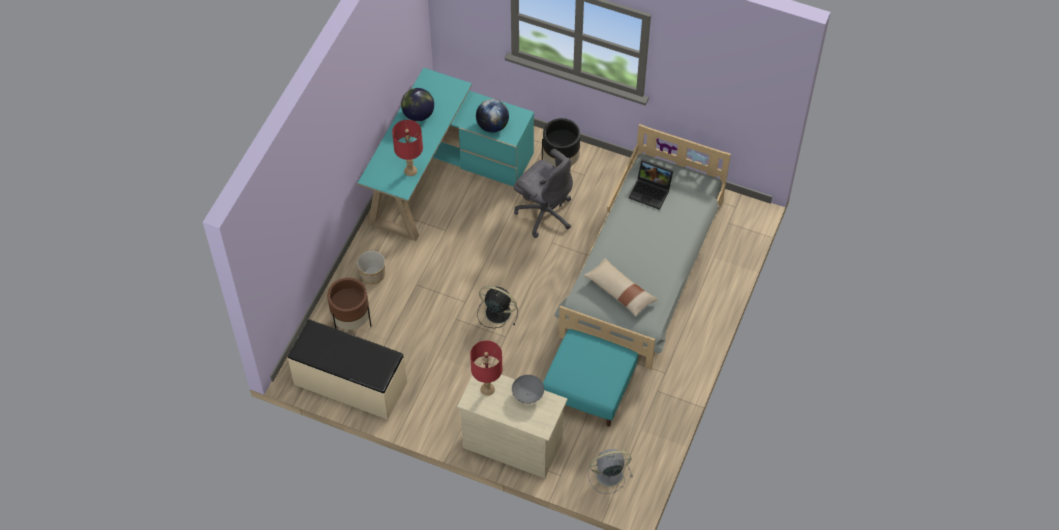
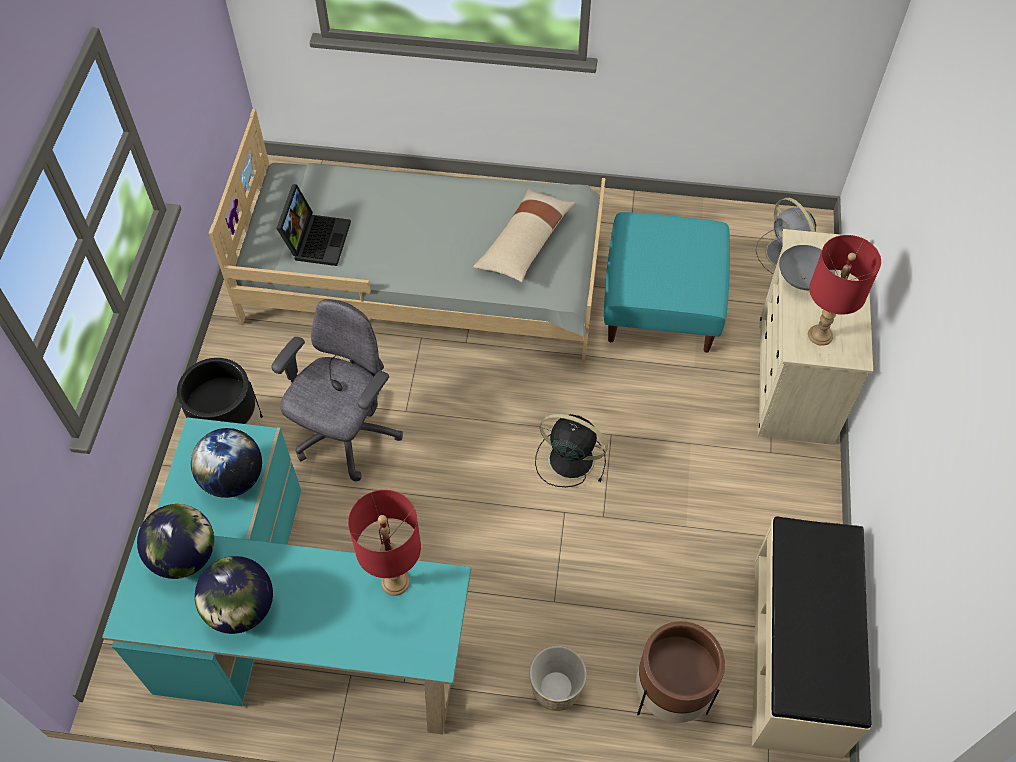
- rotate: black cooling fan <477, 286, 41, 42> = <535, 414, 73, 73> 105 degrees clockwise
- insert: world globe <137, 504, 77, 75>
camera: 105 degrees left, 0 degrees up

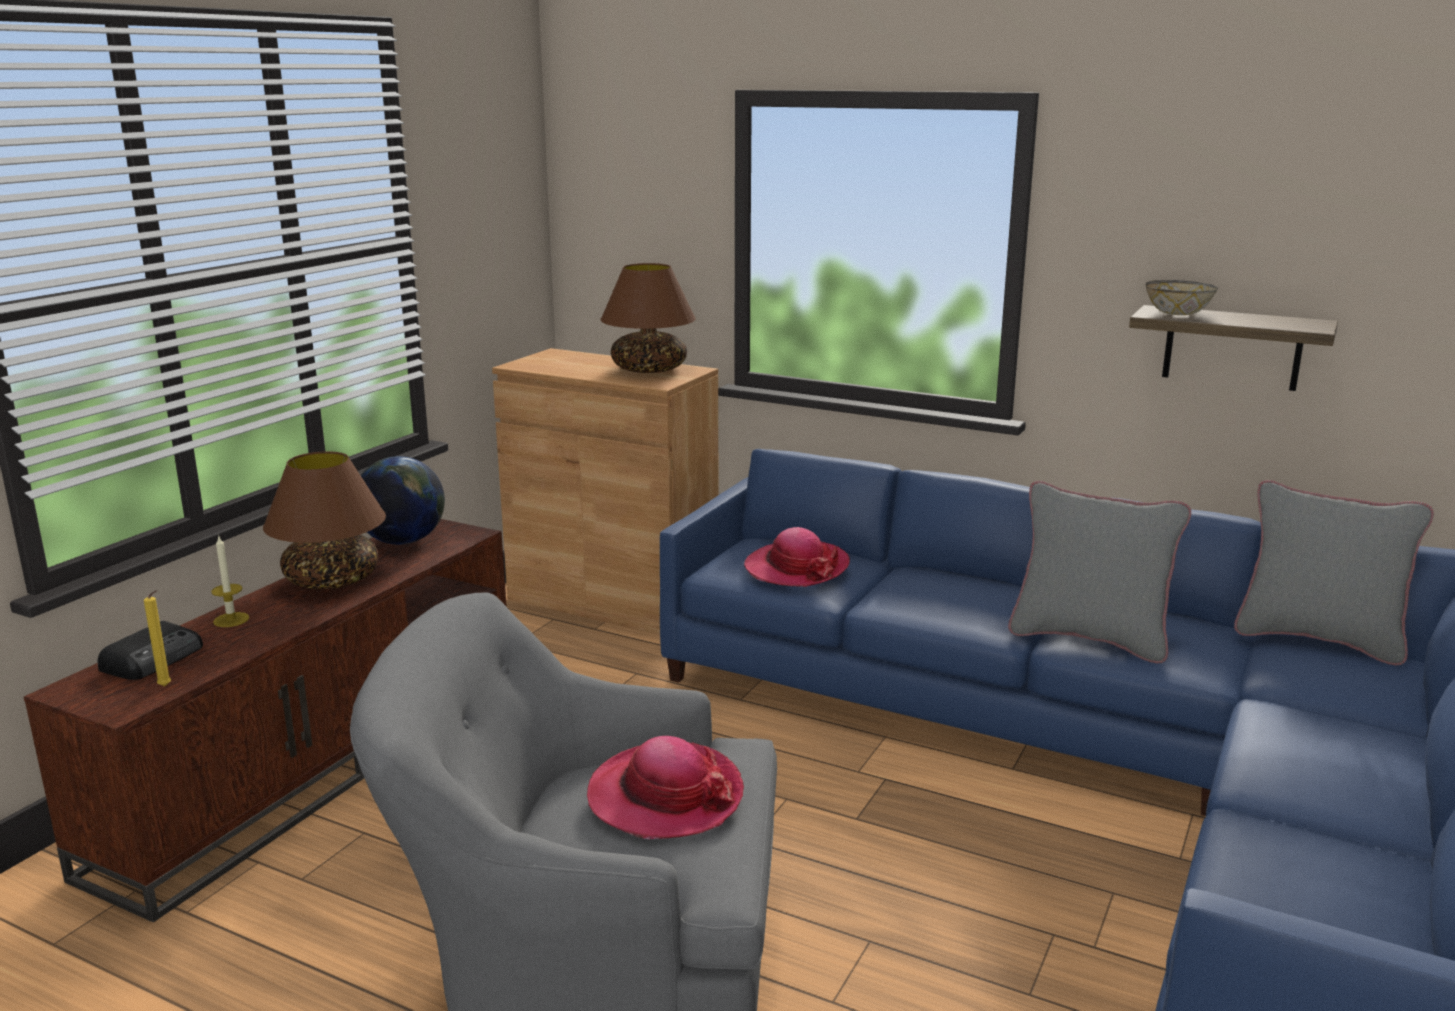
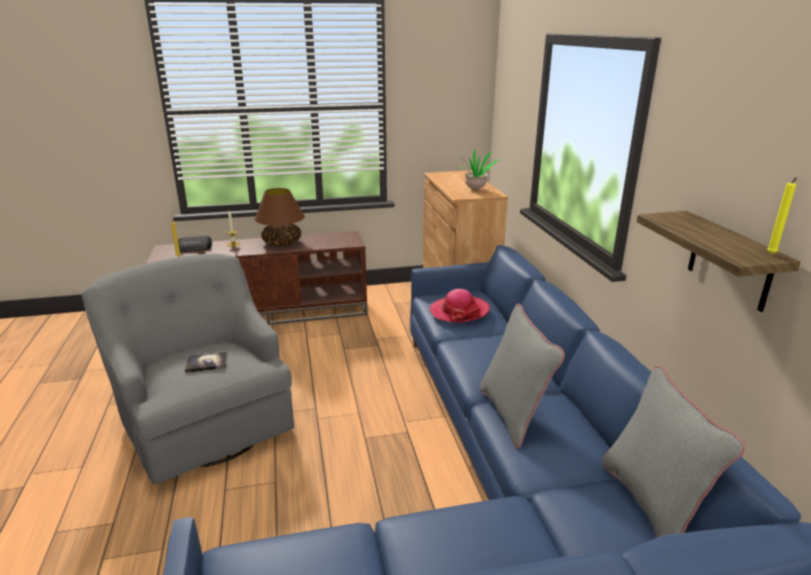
- delete: world globe <361, 456, 84, 89>
- replace: hat <587, 736, 157, 103> to volume <185, 351, 43, 22>
- replace: brown lamp for a table <601, 263, 95, 110> to plant in a pot <458, 149, 43, 41>
- delete: bowl <1146, 280, 72, 35>
- insert: yellowish wax light <767, 178, 30, 76>
camera: 50 degrees right, 5 degrees up

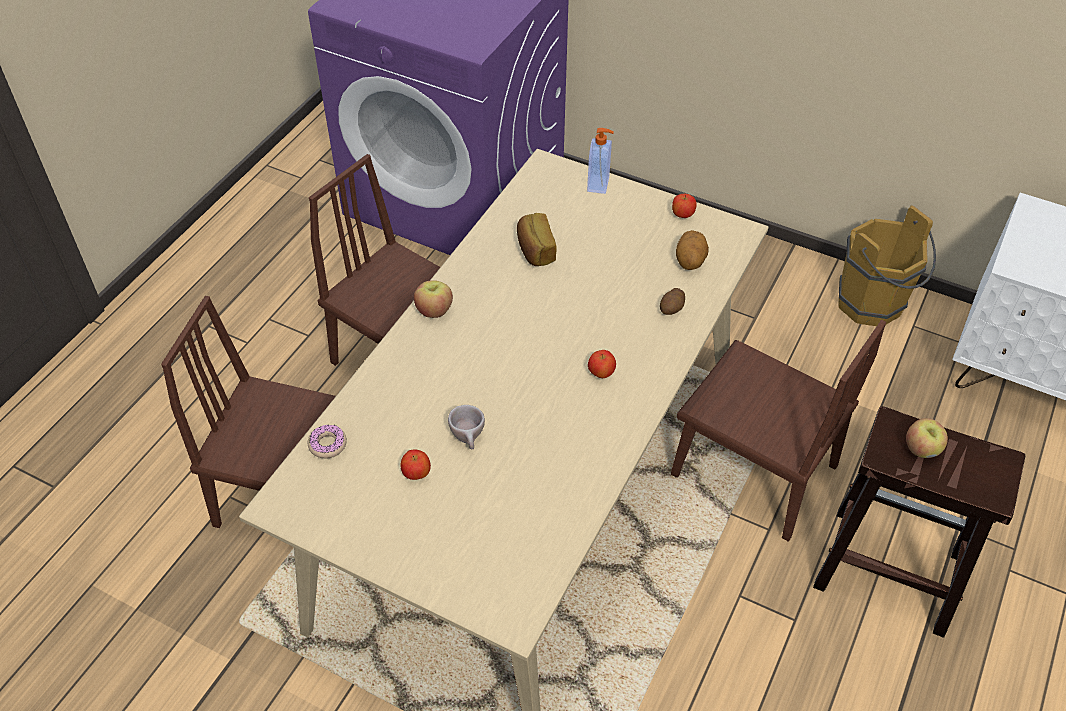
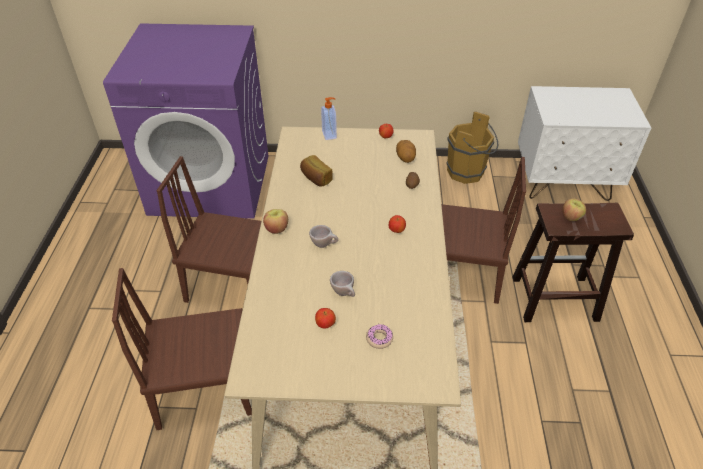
- move: doughnut <308, 425, 39, 33> to <366, 324, 27, 25>
- insert: sand-coloured drinking cup <309, 225, 29, 23>
camera: 25 degrees left, 5 degrees down

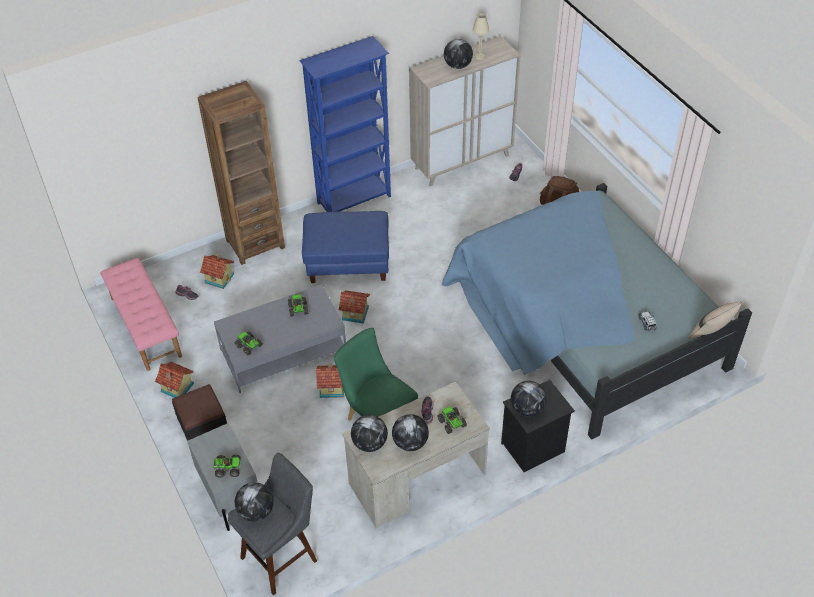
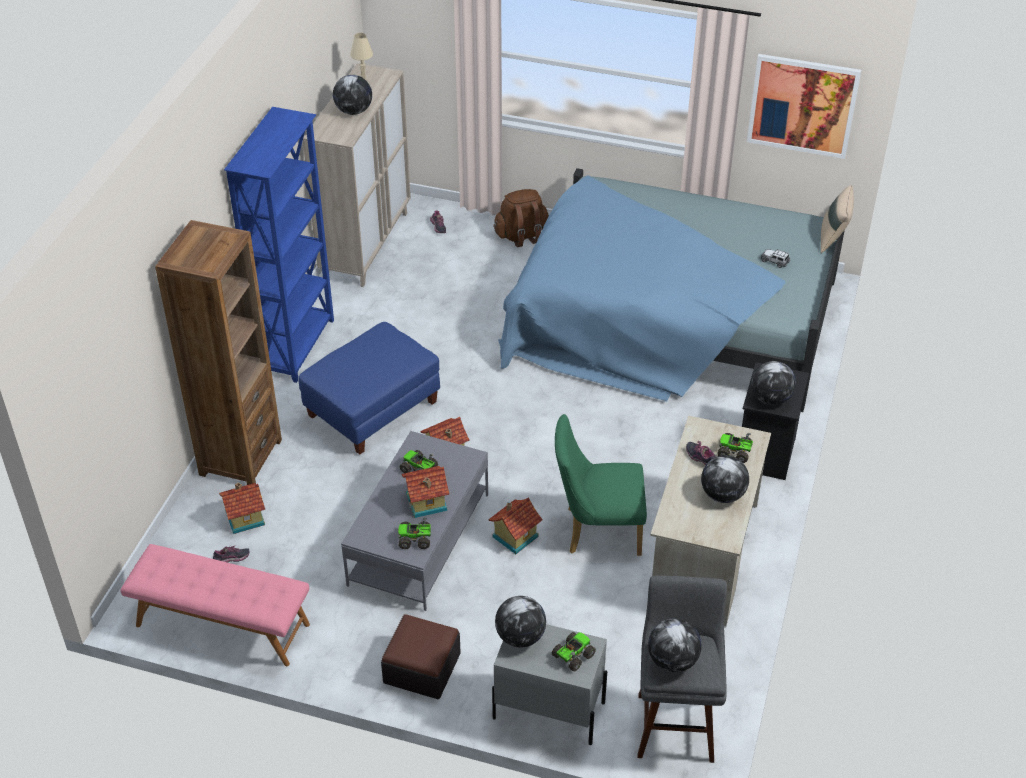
- move: model house <155, 362, 39, 36> to <402, 466, 47, 52>
- move: world globe <351, 415, 37, 37> to <495, 596, 51, 52>
- insert: picture <747, 54, 114, 105>
camera: 45 degrees left, 5 degrees down

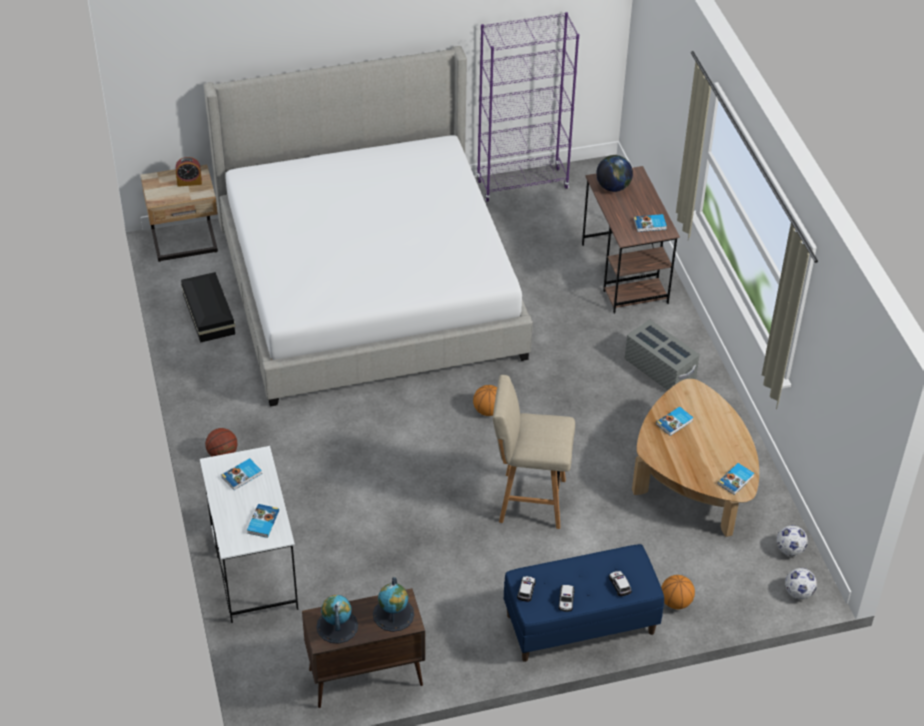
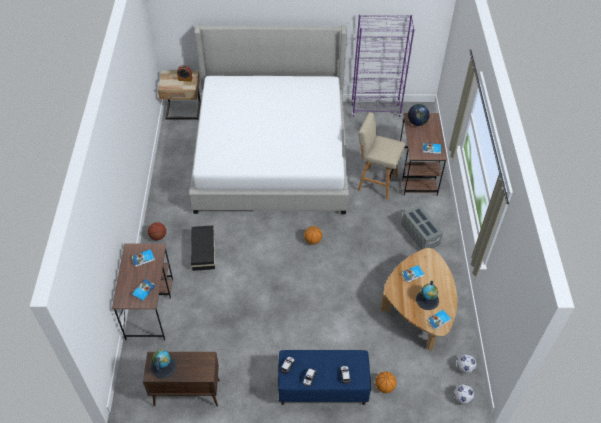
- move: black storage bin <181, 272, 54, 71> to <191, 225, 24, 46>
- recolor: white-coloured desk table <200, 446, 98, 177> to brown desk table <112, 243, 61, 98>
- move: world globe <373, 577, 41, 55> to <416, 281, 23, 29>
- move: sand-coloured sitting stool <493, 375, 82, 154> to <358, 112, 47, 88>
camera: 15 degrees right, 5 degrees up

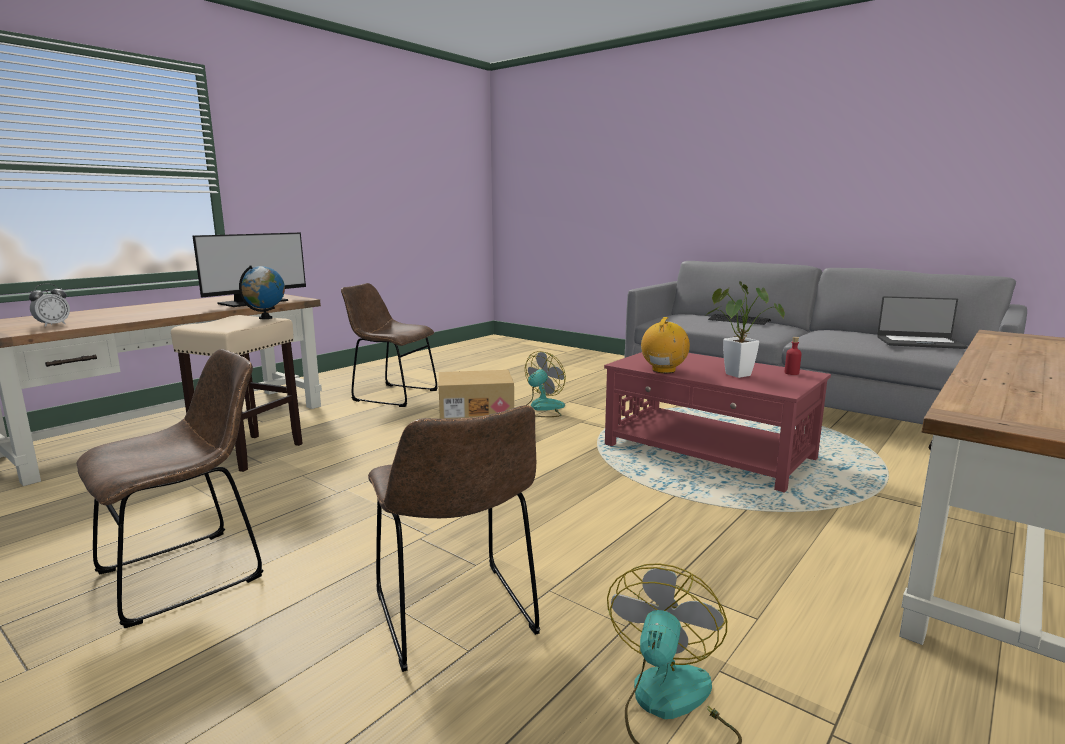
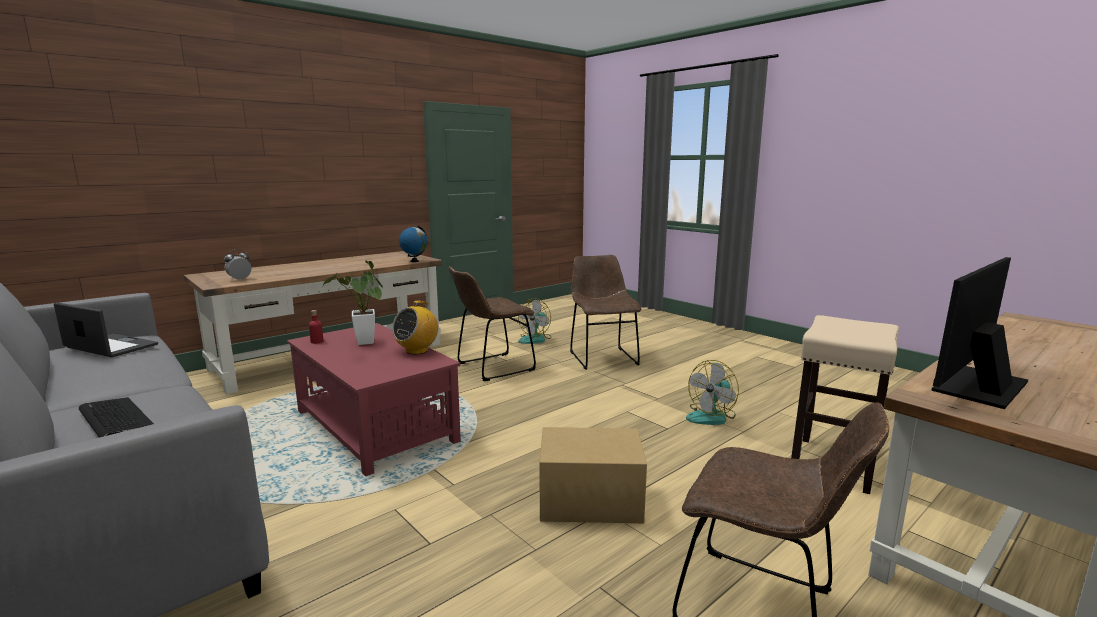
- move: alarm clock <29, 284, 41, 43> to <224, 249, 27, 31>
- move: brown plain chair <77, 349, 186, 279> to <448, 266, 88, 115>
- move: world globe <239, 265, 46, 54> to <399, 226, 29, 36>
- move: cooling fan <525, 351, 41, 66> to <686, 360, 53, 65>
camera: 170 degrees left, 0 degrees up

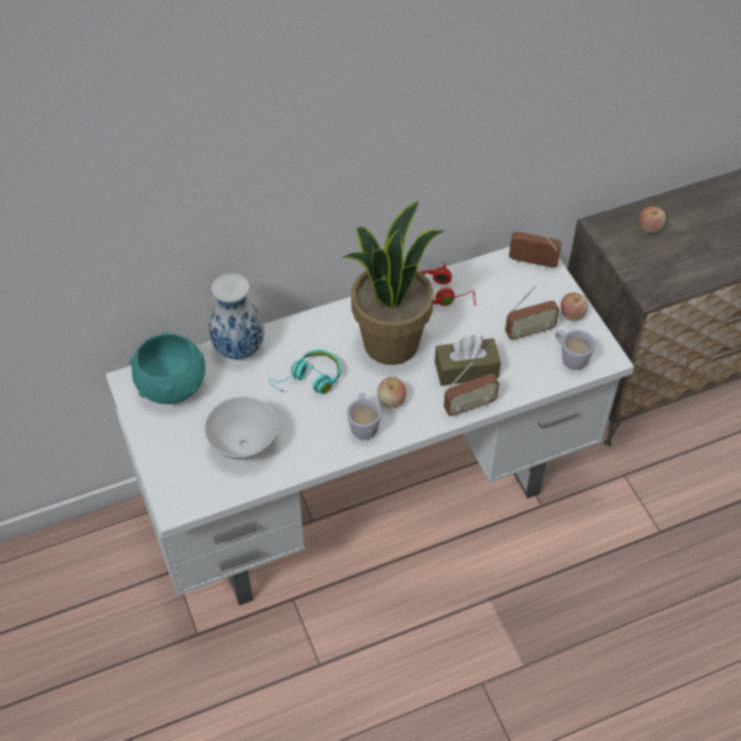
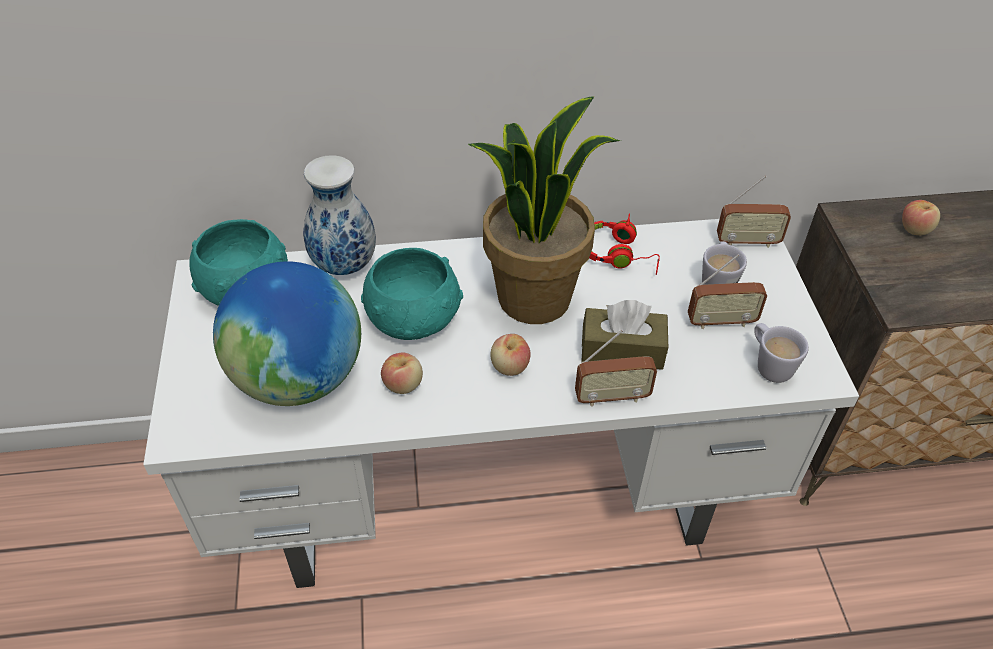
- replace: white-coloured bowl <204, 396, 74, 64> to world globe <213, 261, 148, 145>
- replace: turquoise-coloured headset <269, 350, 73, 44> to turquoise-coloured bowl <361, 248, 102, 92>
- move: white-coloured mug <347, 393, 35, 47> to <702, 241, 45, 44>
- rotate: radio set <509, 224, 53, 45> = <717, 175, 74, 73> 150 degrees clockwise
- move: apple <561, 292, 27, 29> to <381, 353, 42, 41>
camera: 15 degrees right, 5 degrees down

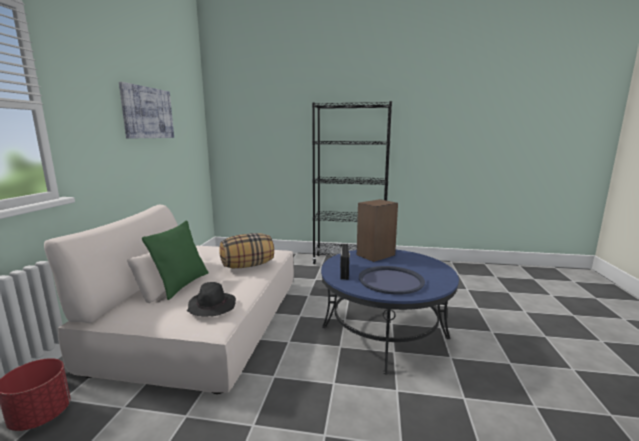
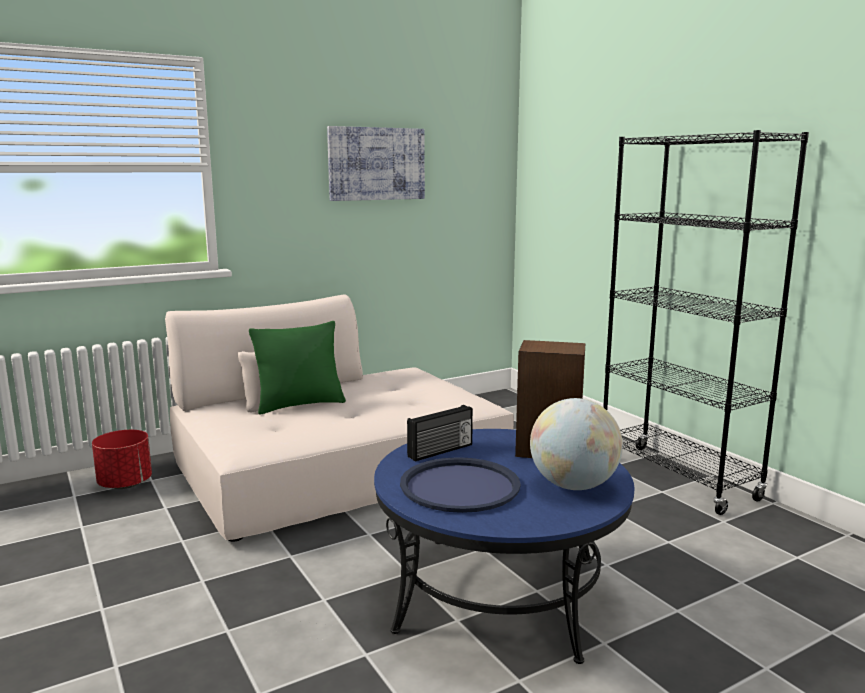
- delete: black hat <187, 282, 49, 34>
- delete: throw pillow <219, 233, 55, 35>
- insert: world globe <530, 398, 93, 92>
camera: 50 degrees right, 0 degrees up

